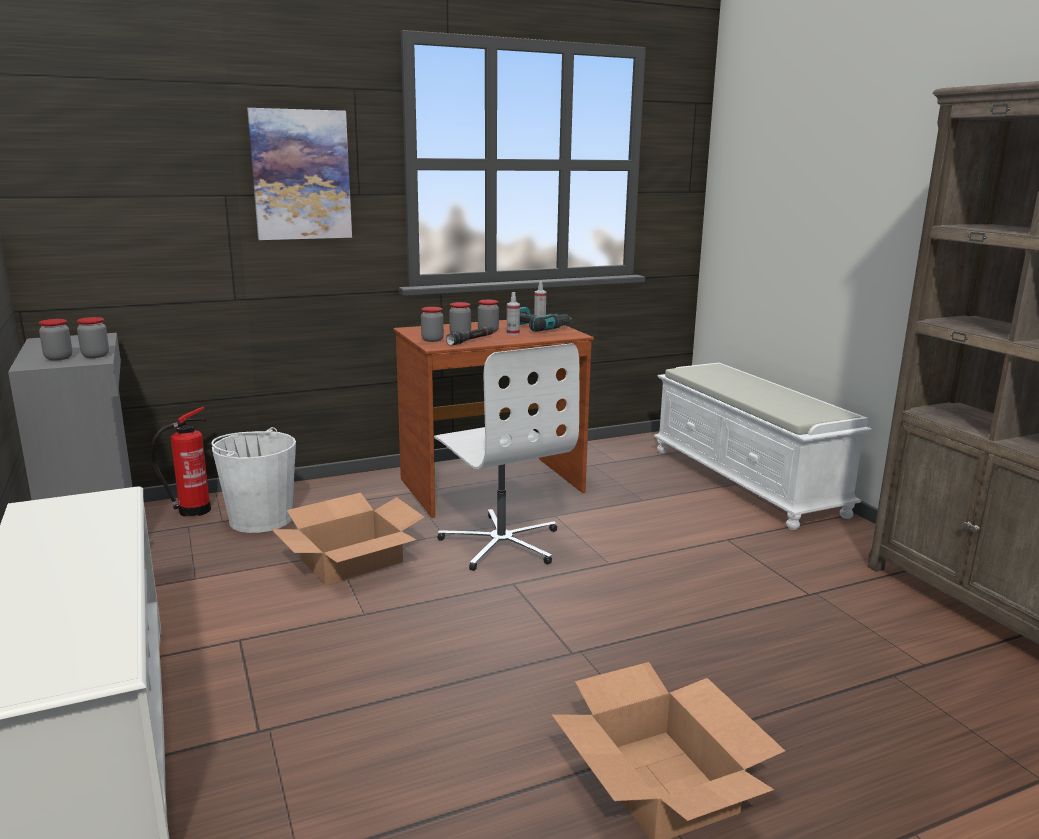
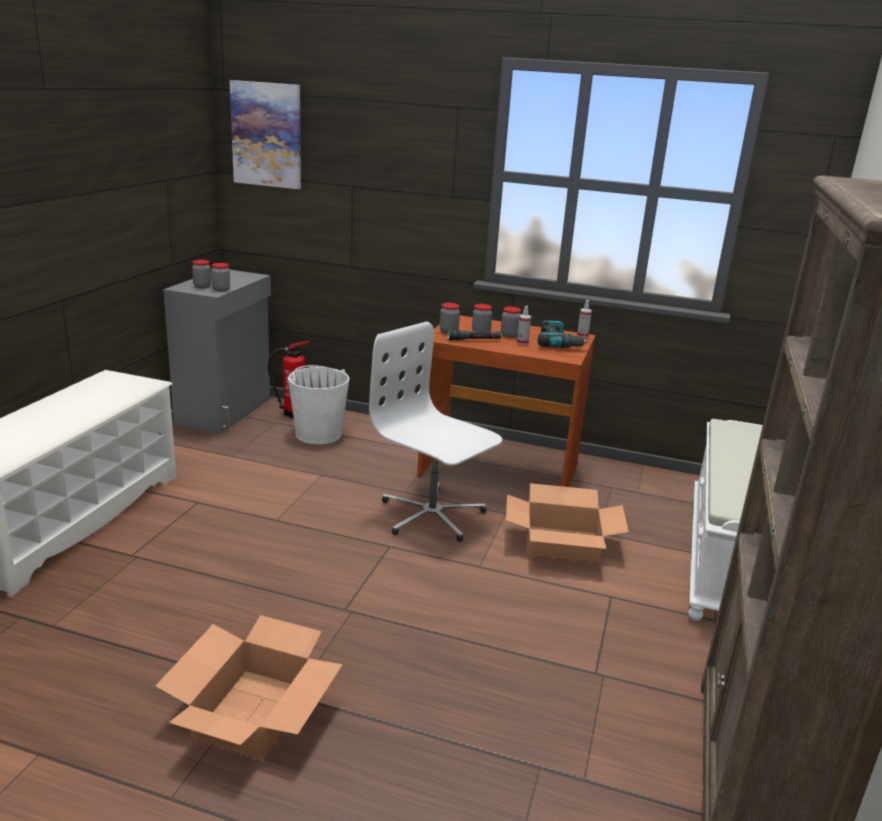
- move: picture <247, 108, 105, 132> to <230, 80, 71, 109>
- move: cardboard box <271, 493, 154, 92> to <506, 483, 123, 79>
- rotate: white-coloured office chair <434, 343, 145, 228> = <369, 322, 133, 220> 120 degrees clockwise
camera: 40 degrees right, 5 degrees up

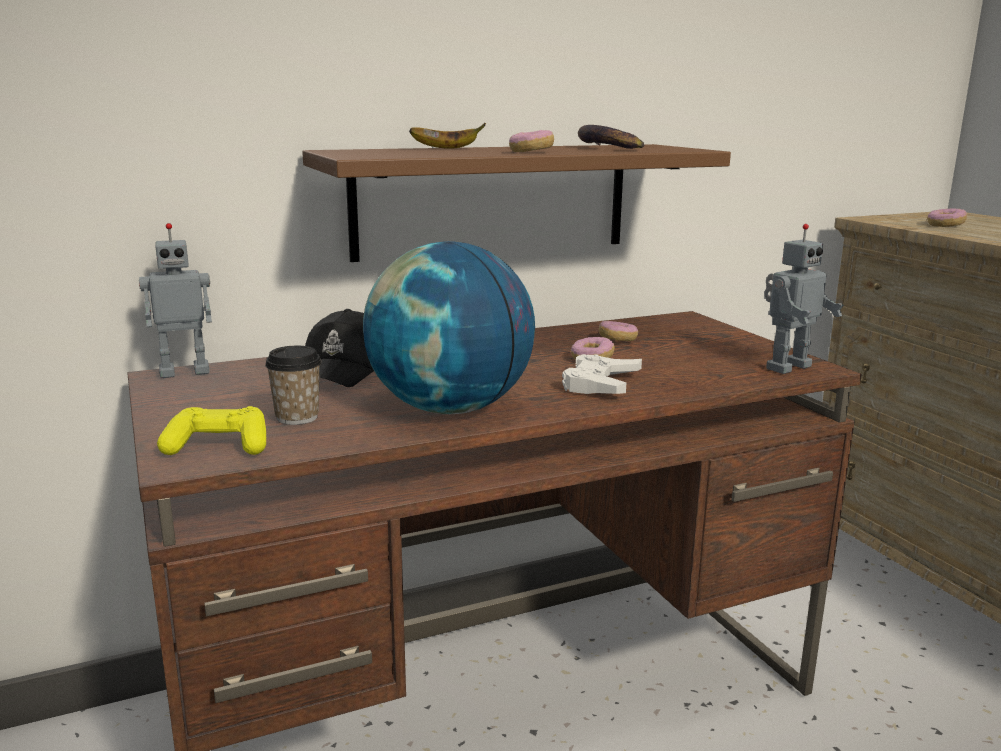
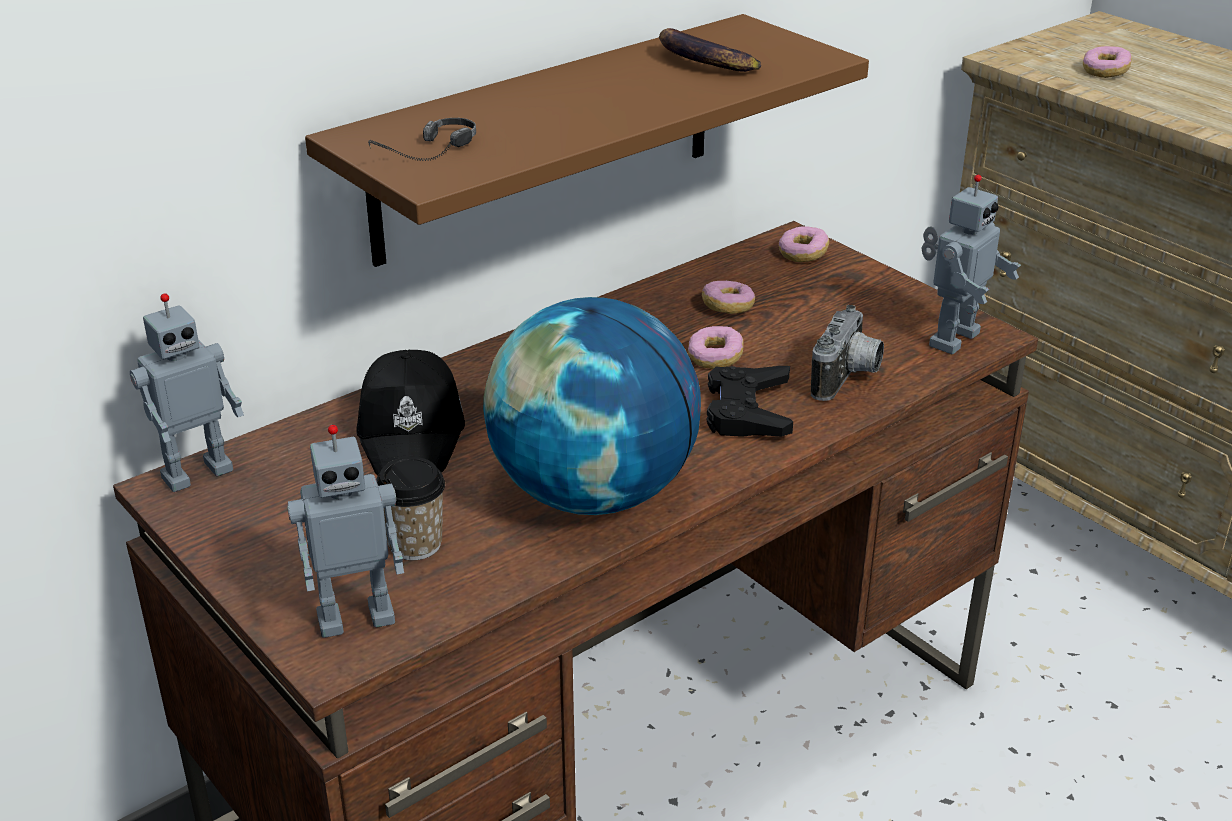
- replace: yellowish gamepad <157, 406, 109, 49> to model robot <287, 425, 117, 213>
- delete: banana fruit <409, 123, 77, 26>
- move: doughnut <509, 130, 45, 22> to <779, 227, 50, 35>
- recolor: white-coloured gamepad <562, 354, 80, 40> to black gamepad <706, 366, 87, 71>
- insert: headset <368, 118, 108, 43>
- insert: still camera <811, 305, 73, 96>
camera: 15 degrees left, 15 degrees up

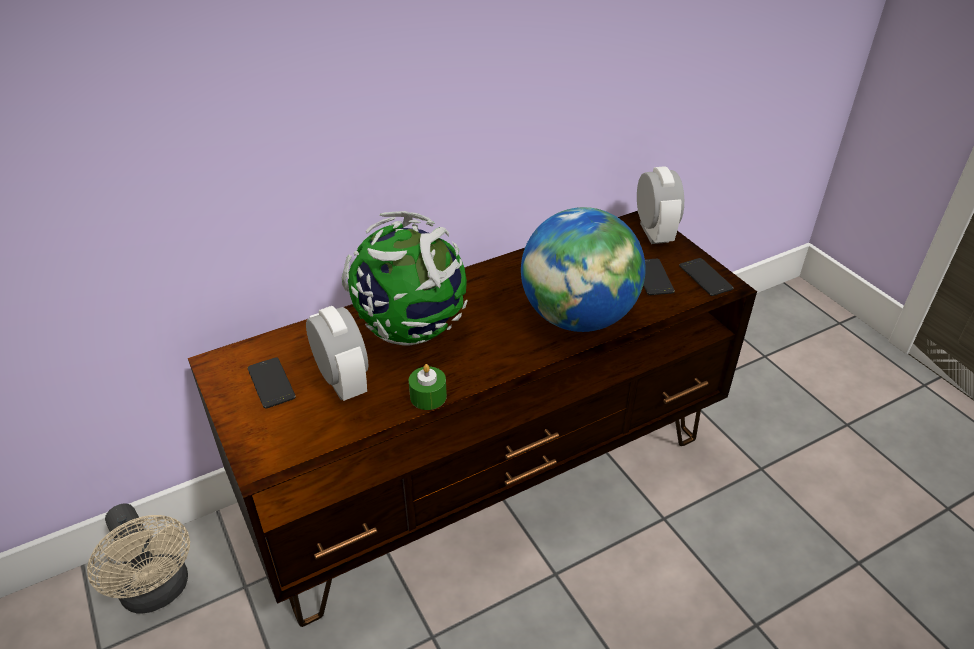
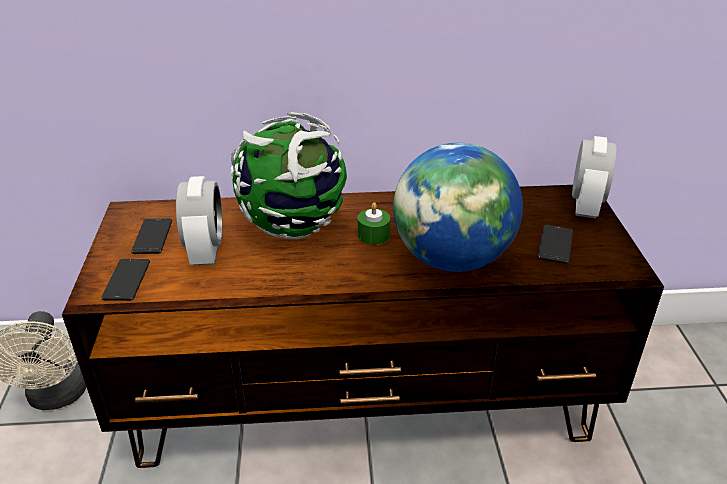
- move: greenish wax light <409, 364, 38, 46> to <358, 202, 32, 43>
- move: phone <679, 258, 54, 38> to <101, 259, 49, 42>
camera: 25 degrees right, 5 degrees down

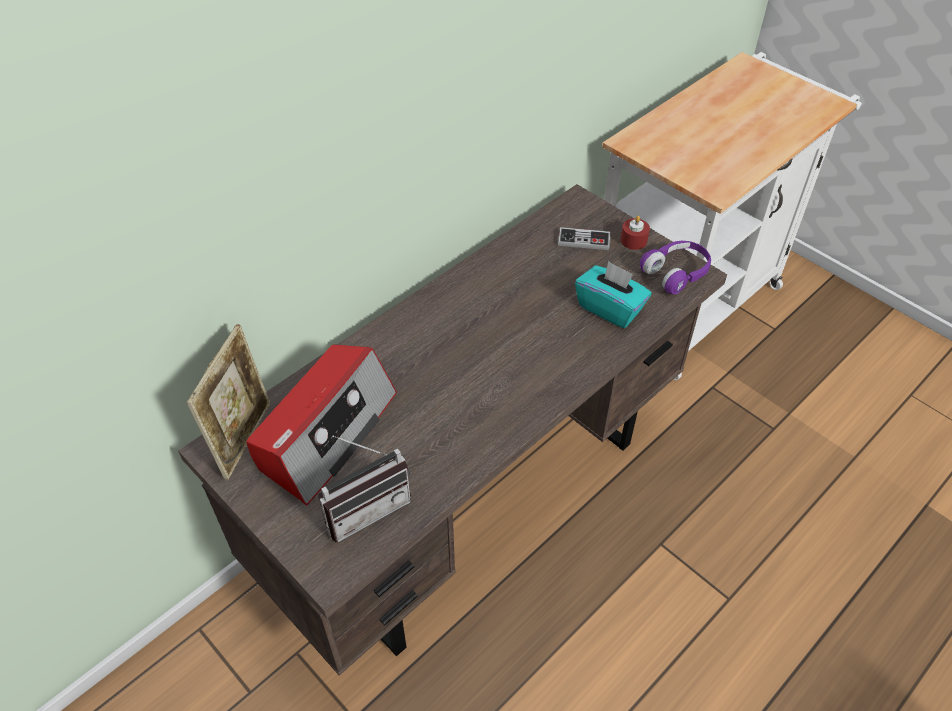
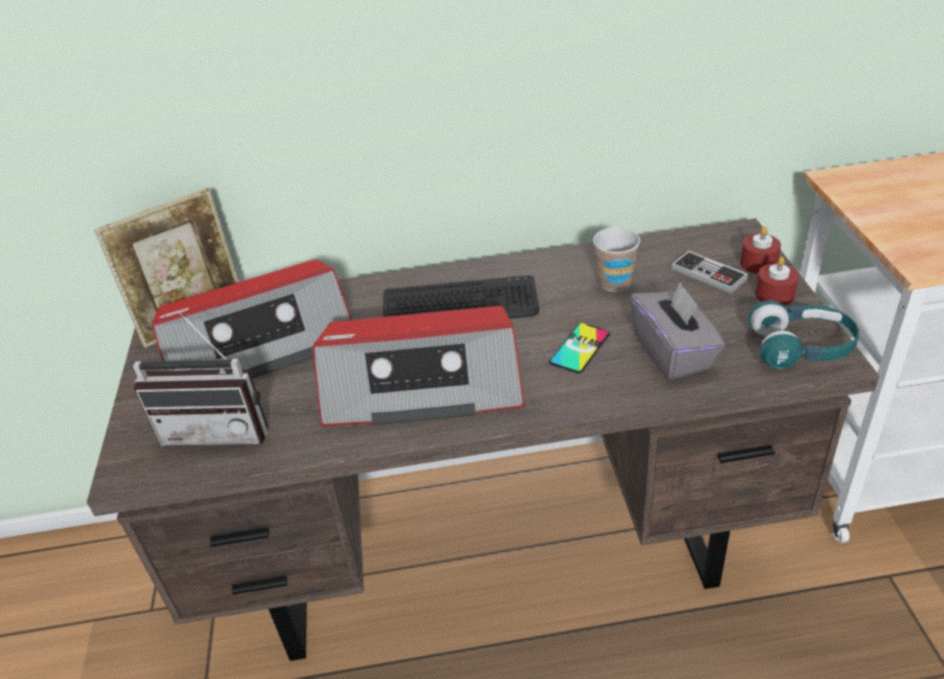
- recolor: turquoise-coloured box of tissues <575, 261, 77, 67> to gray box of tissues <630, 282, 95, 98>
- recolor: purple-coloured headset <640, 241, 71, 53> to turquoise-coloured headset <748, 300, 111, 69>
- insert: radio set <313, 306, 211, 120>
- insert: computer keyboard <383, 275, 156, 44>
- insert: phone <549, 323, 61, 51>
- insert: drinking cup <593, 227, 47, 65>
- insert: reddish wax light <740, 226, 41, 48>
camera: 40 degrees right, 10 degrees down

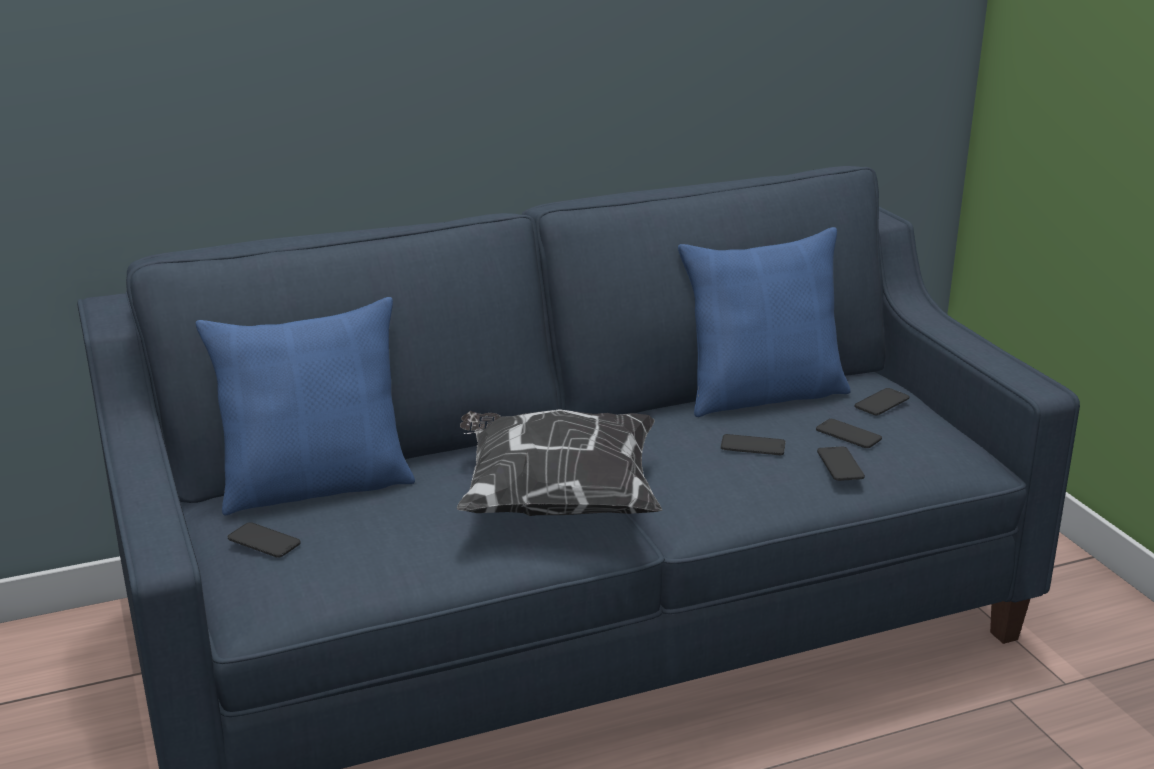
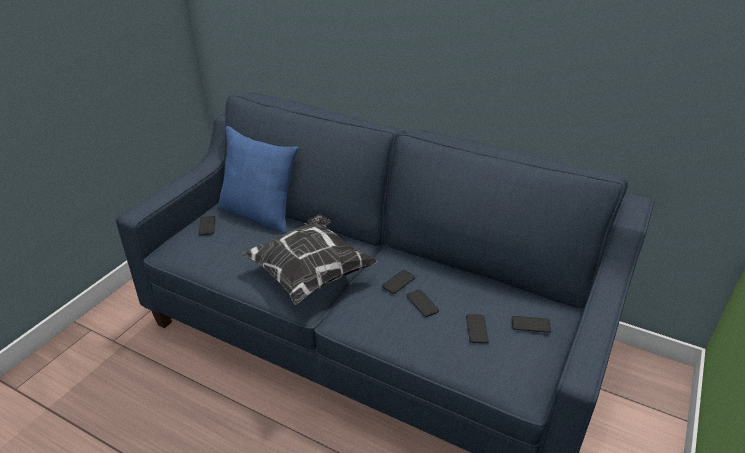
- delete: bluish throw pillow <678, 227, 173, 190>
- move: phone <817, 446, 48, 35> to <382, 270, 33, 24>
camera: 50 degrees right, 10 degrees up

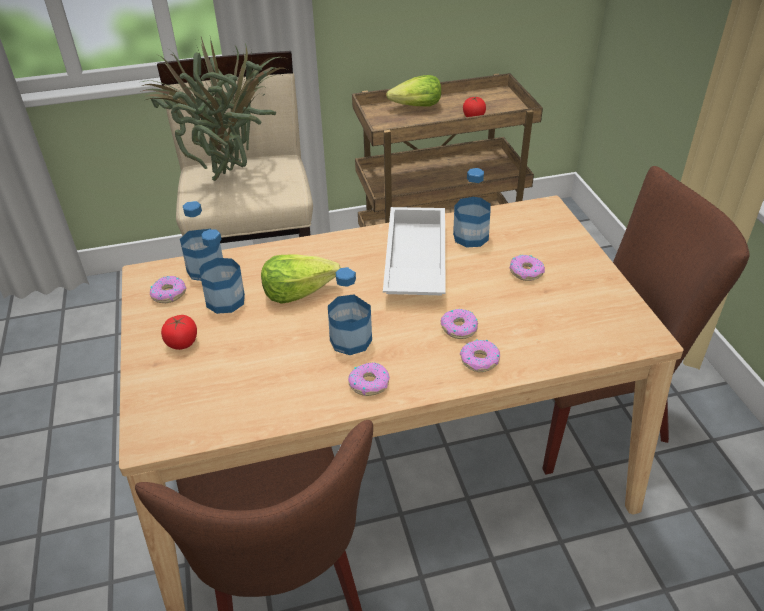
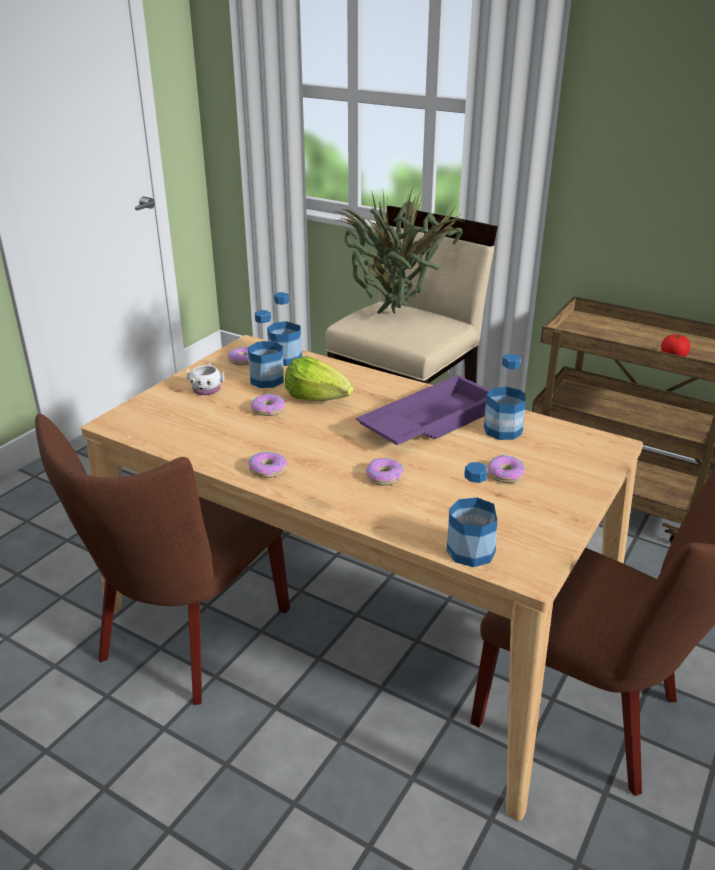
- replace: tomato <161, 315, 36, 35> to white-coloured mug <187, 363, 37, 32>
- move: beverage bottle <328, 267, 44, 88> to <447, 462, 50, 105>
- recolor: white-coloured carrying tray <383, 207, 62, 88> to purple-coloured carrying tray <356, 375, 134, 70>
- delete: head of lettuce <386, 75, 55, 31>
- move: doughnut <460, 339, 40, 33> to <251, 394, 34, 22>
camera: 45 degrees right, 10 degrees down

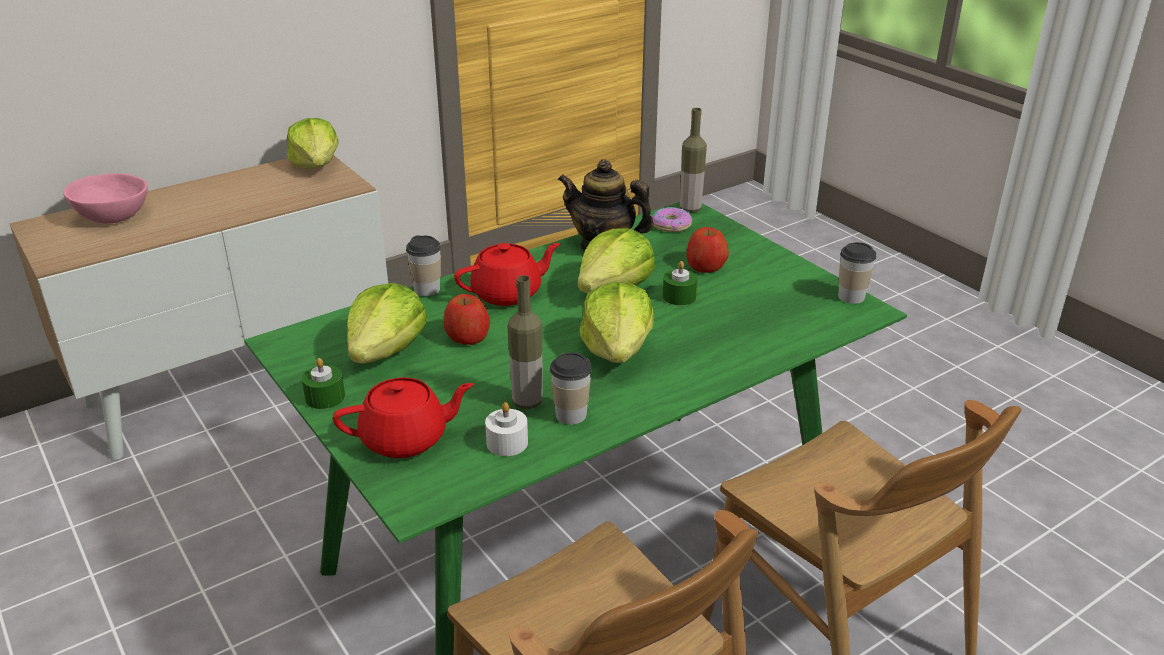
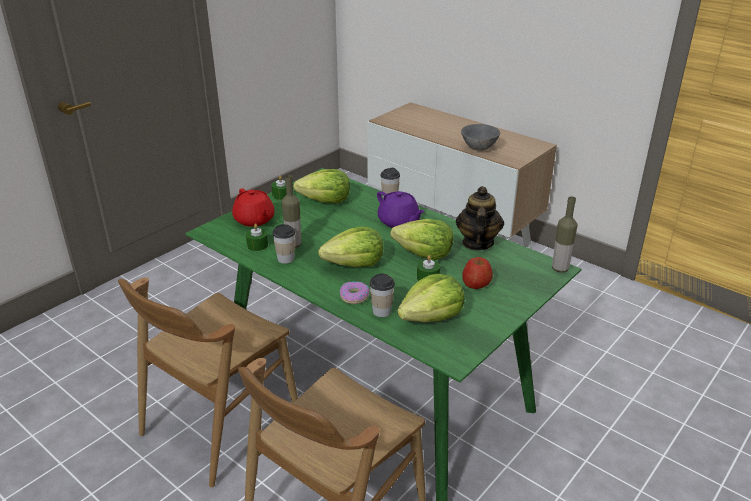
- delete: pink bowl <63, 173, 85, 51>
- move: head of lettuce <287, 118, 51, 51> to <397, 274, 68, 48>
- delete: apple <443, 294, 47, 51>
- recolor: reddish pot for tea <454, 243, 107, 63> to purple-coloured pot for tea <377, 191, 48, 37>
- recolor: white-coloured wax light <485, 402, 43, 54> to greenish wax light <246, 223, 22, 28>
- move: doughnut <652, 207, 40, 25> to <340, 281, 30, 23>
- move: drinking cup <838, 242, 38, 62> to <370, 274, 25, 43>
- insert: gray bowl <461, 124, 39, 27>
camera: 75 degrees right, 0 degrees up

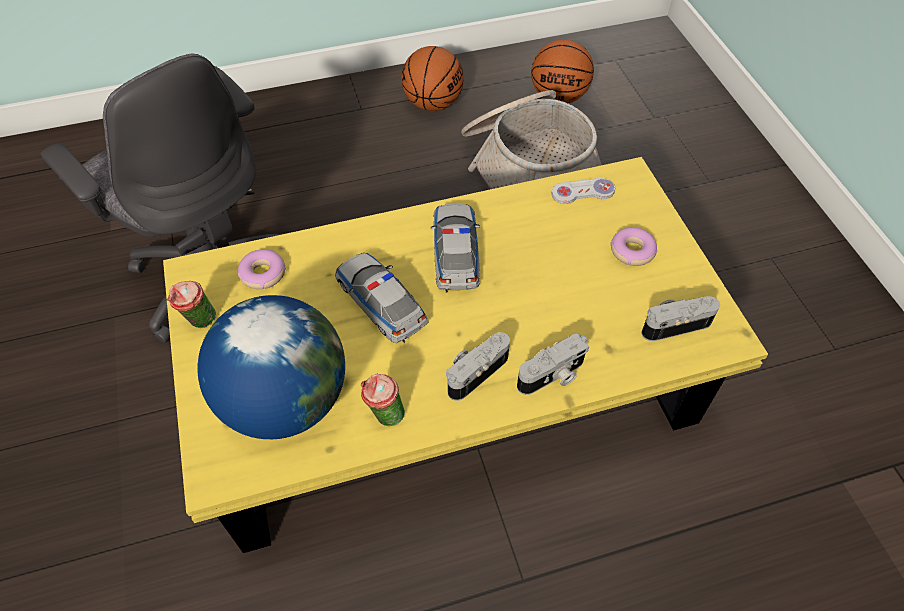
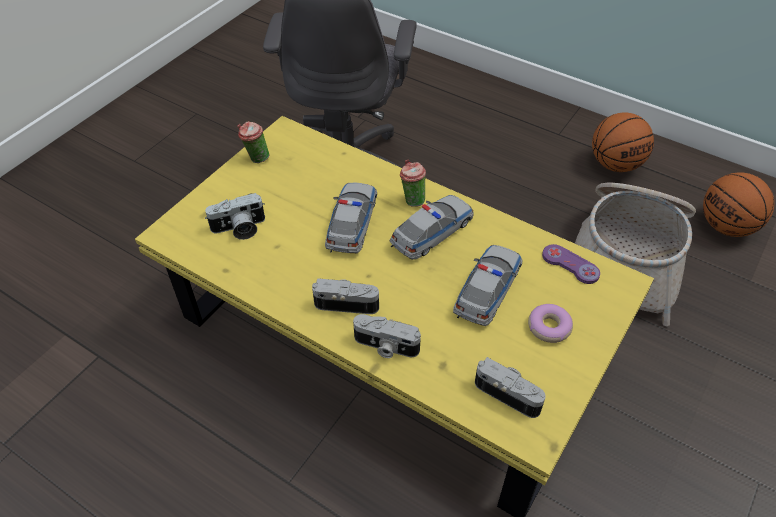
- replace: world globe <197, 295, 148, 144> to still camera <205, 193, 60, 47>
- delete: doughnut <238, 249, 48, 40>
- move: drinking cup <361, 374, 44, 52> to <400, 160, 26, 47>
- recolor: white-coloured gamepad <552, 178, 63, 26> to purple-coloured gamepad <542, 244, 58, 40>
- insert: miniature car <453, 245, 69, 81>
camera: 50 degrees right, 5 degrees down

